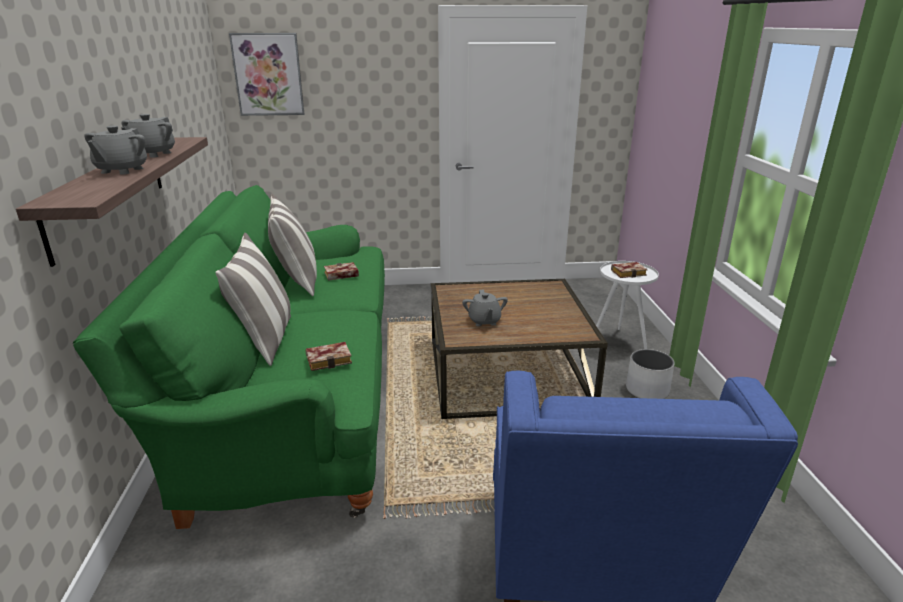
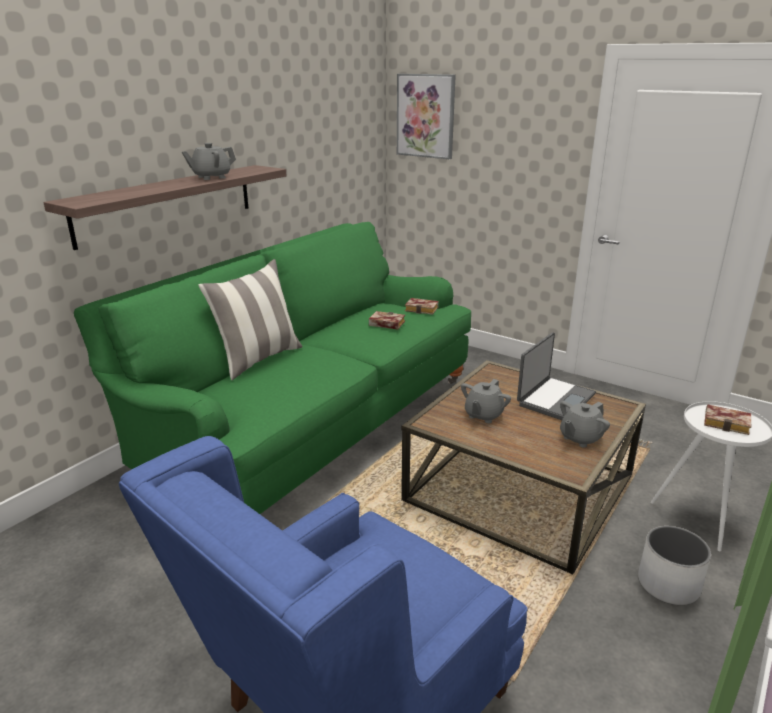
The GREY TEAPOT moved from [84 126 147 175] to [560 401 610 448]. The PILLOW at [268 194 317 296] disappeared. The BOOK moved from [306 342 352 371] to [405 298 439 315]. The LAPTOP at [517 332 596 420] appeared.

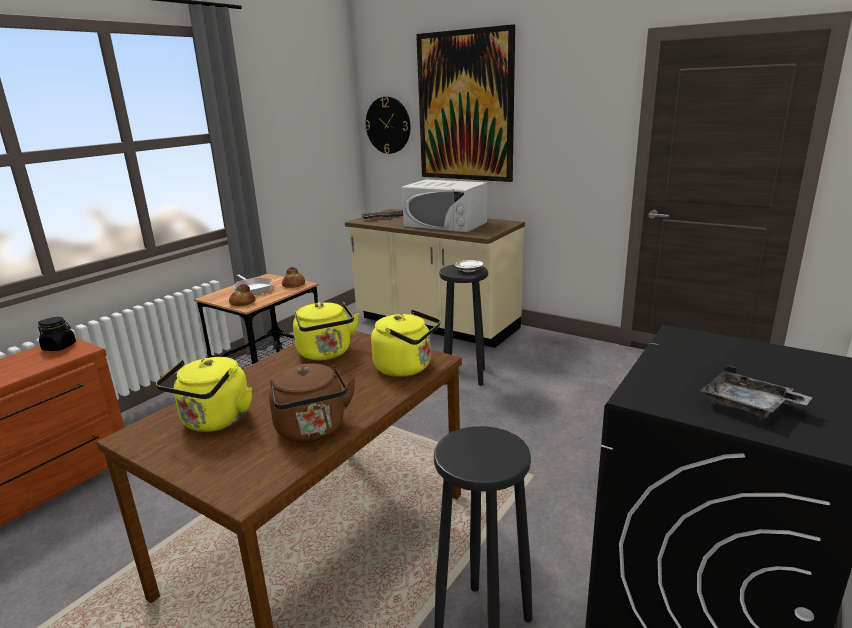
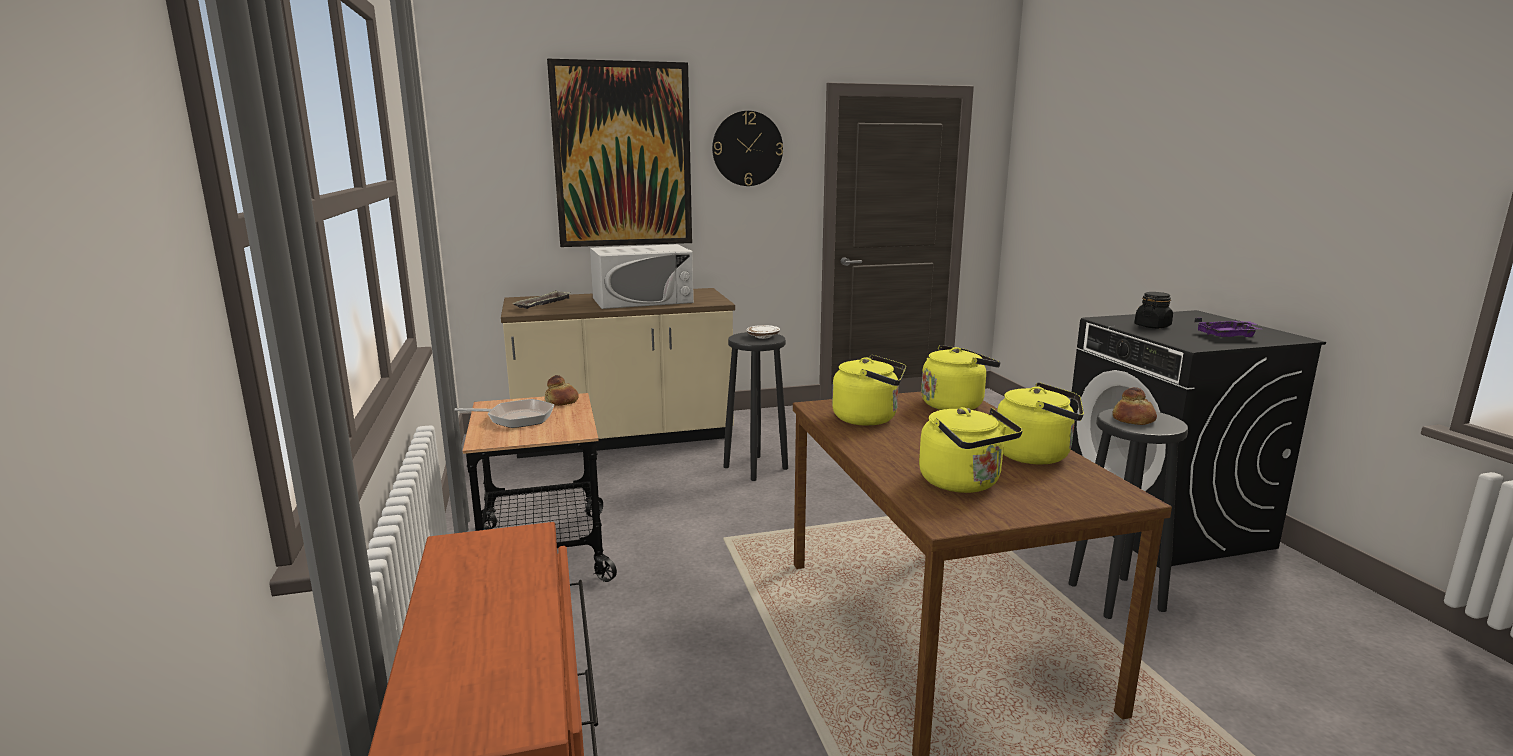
The BLACK JAR moved from [38 317 76 351] to [1134 292 1173 328]. The BREAD moved from [229 284 256 306] to [1113 387 1157 425]. The BROWN KETTLE at [269 364 356 442] became the YELLOW KETTLE at [997 382 1084 465]. The WALL CLOCK moved from [365 97 410 154] to [712 111 783 186]. The GREY TRAY at [700 365 813 418] became the PURPLE TRAY at [1194 318 1261 337].

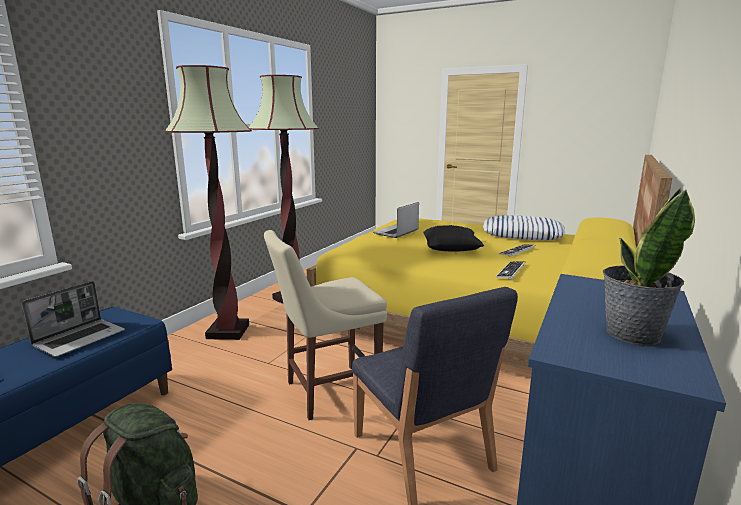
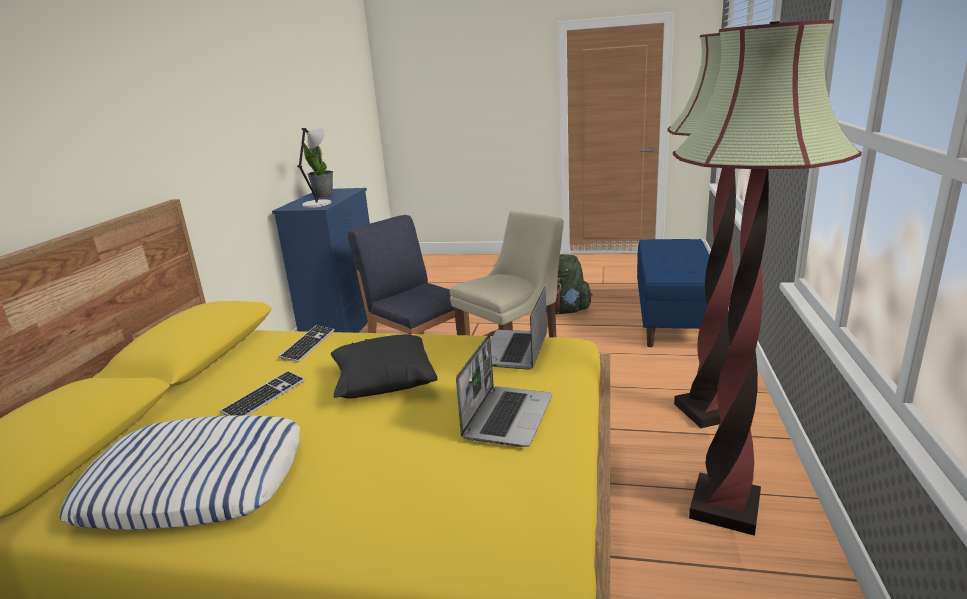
The LAPTOP moved from [22 281 125 357] to [491 287 547 370]. The GREY TABLE LAMP at [297 128 331 208] appeared.

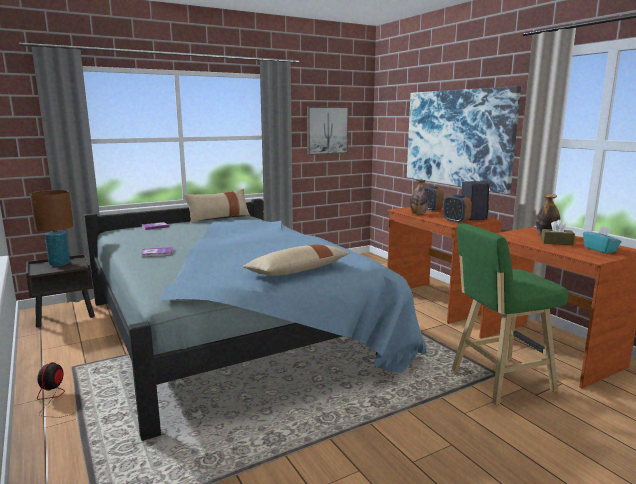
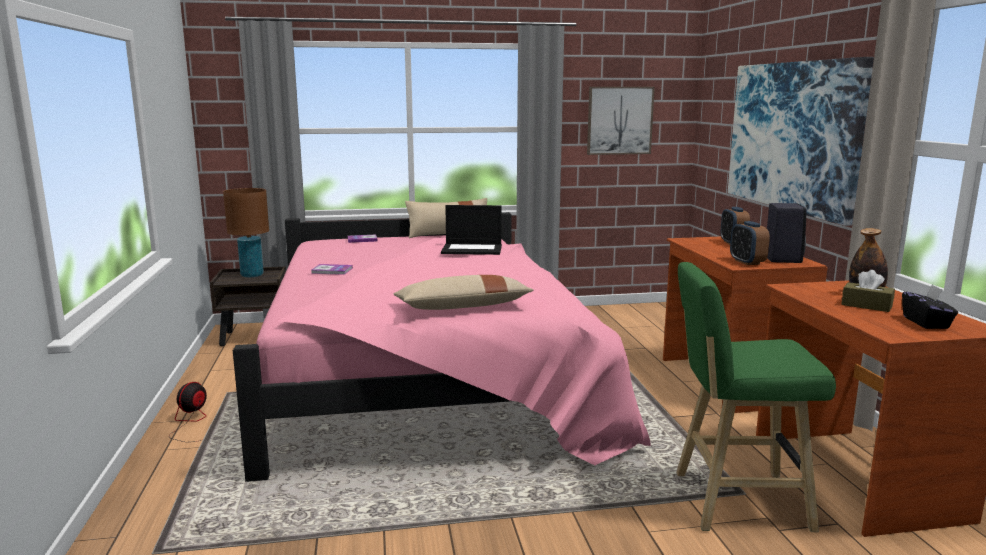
The BLUE BED at [84 199 427 441] became the PINK BED at [233 212 651 482]. The BOTTLE at [410 180 428 214] disappeared. The TURQUOISE TISSUE BOX at [583 226 622 253] became the BLACK TISSUE BOX at [902 284 958 329]. The LAPTOP at [441 205 502 255] appeared.

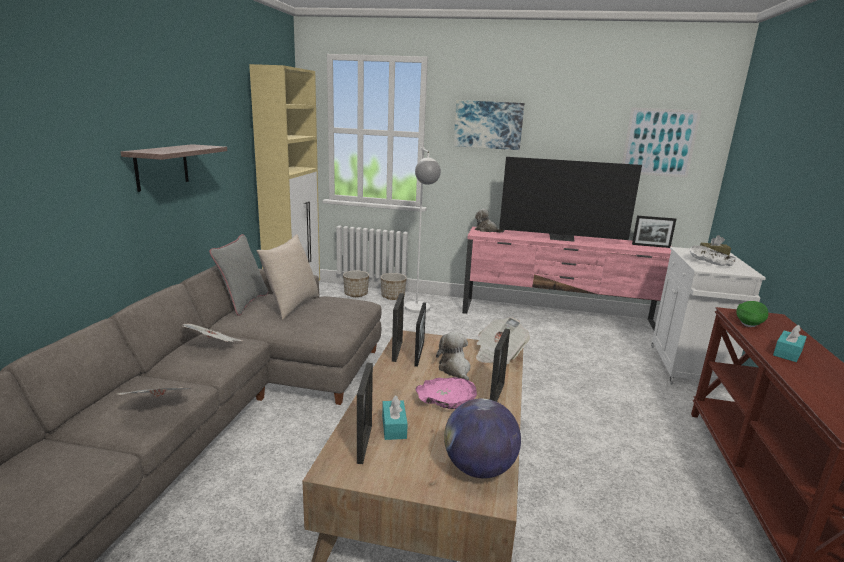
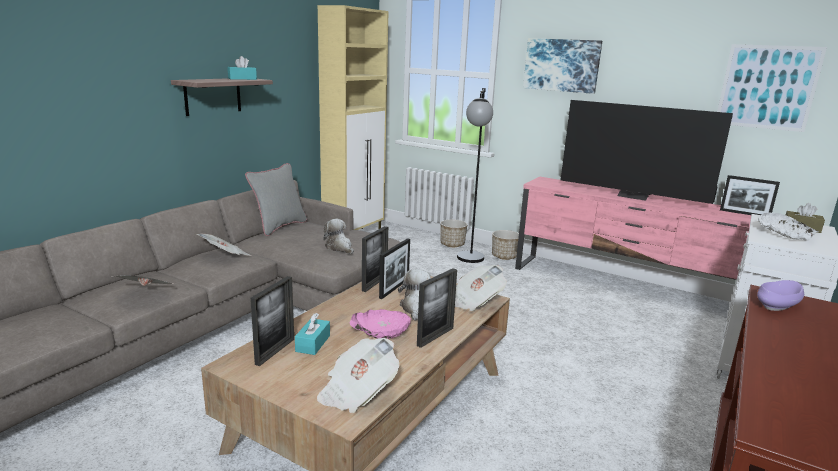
The BEIGE PILLOW at [257 234 319 320] disappeared. The PLANTER moved from [343 271 369 297] to [492 230 519 260]. The WHITE FLOOR LAMP at [405 147 441 313] became the BLACK FLOOR LAMP at [457 88 493 263]. The GLOBE at [444 399 521 478] was replaced by the NEWSPAPER at [317 338 399 413]. The PLUSH TOY moved from [475 209 504 233] to [323 219 354 254]. The GREEN BOWL at [736 301 768 327] became the PURPLE BOWL at [757 280 804 311]. The TURQUOISE TISSUE BOX moved from [773 325 807 362] to [227 56 257 80].

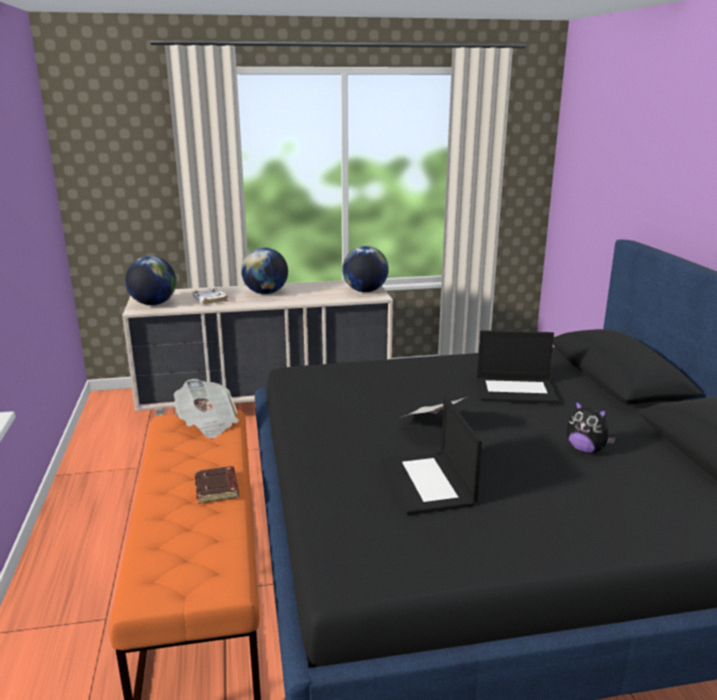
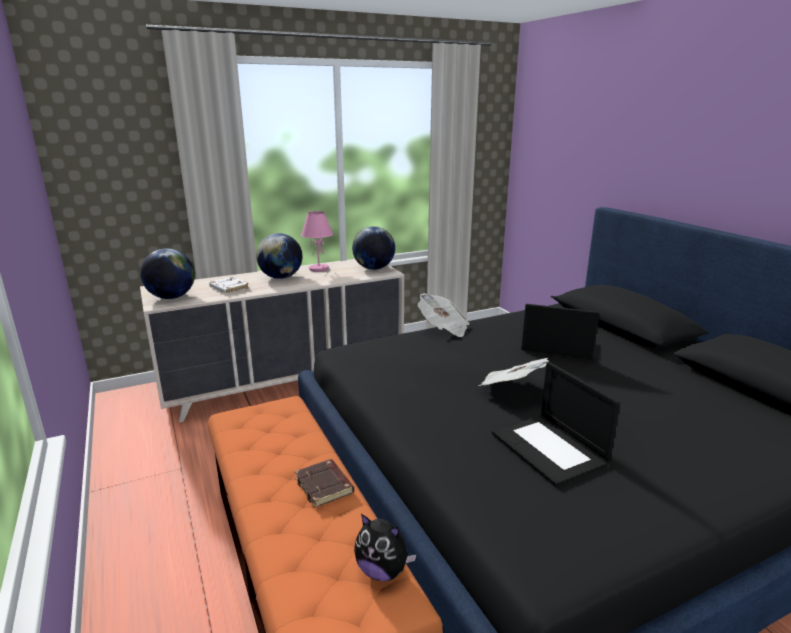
The NEWSPAPER moved from [174 379 239 438] to [418 293 469 337]. The LAPTOP at [476 330 559 404] turned 150 degrees counterclockwise. The PLUSH TOY moved from [566 400 616 453] to [354 514 417 581]. The PINK TABLE LAMP at [301 211 333 272] appeared.

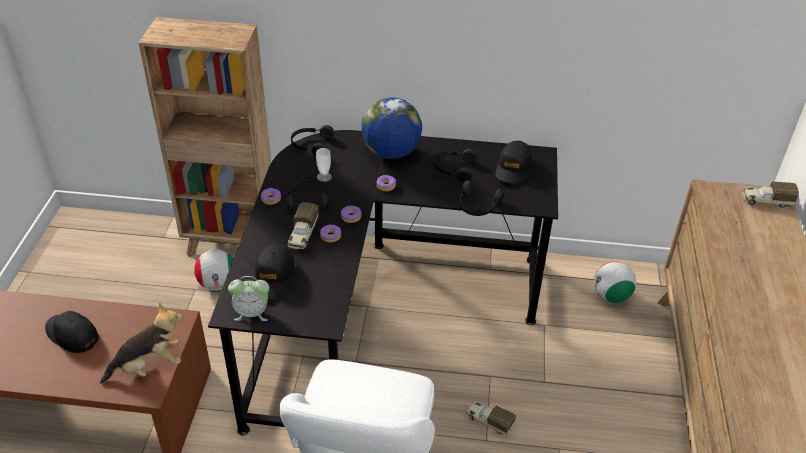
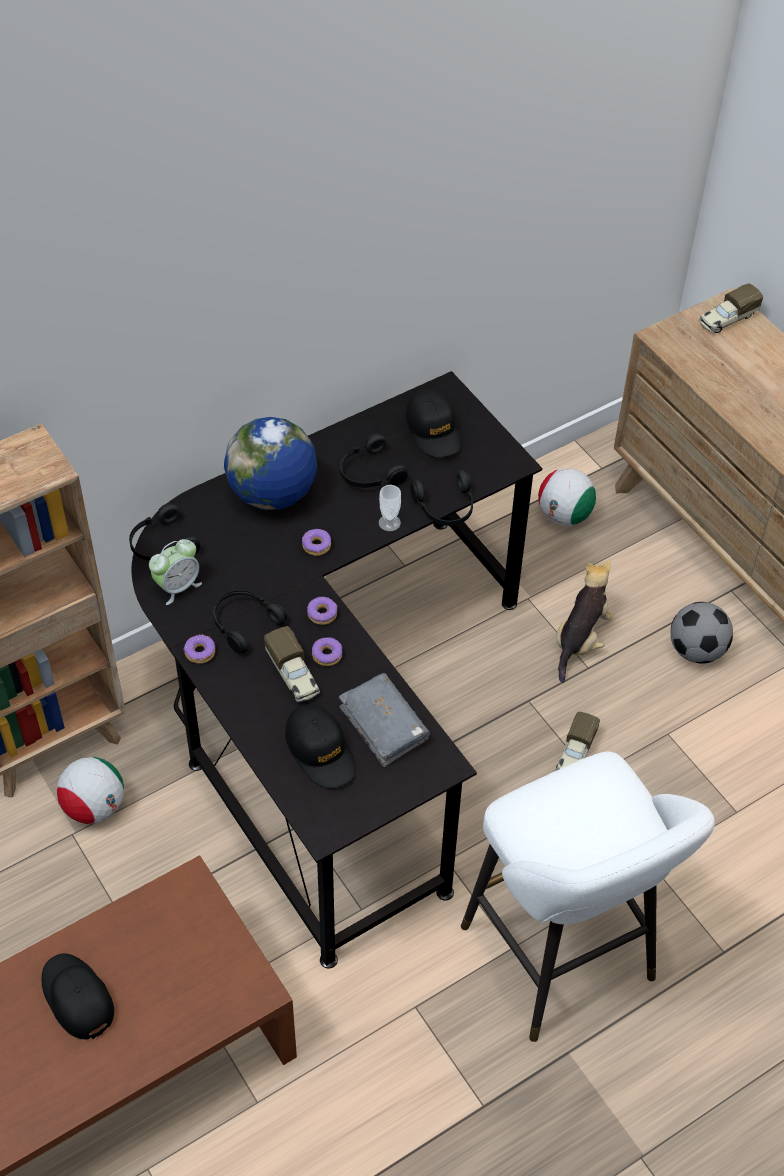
The BLACK CAP at [45 311 99 353] turned 60 degrees clockwise. The PLUSH TOY moved from [100 303 183 384] to [556 560 613 683]. The ALARM CLOCK moved from [228 276 269 321] to [149 539 202 605]. The CUP moved from [316 148 332 182] to [379 485 401 531]. The TOY TRUCK at [466 401 516 436] turned 60 degrees counterclockwise. The GREY BOOK at [339 673 430 767] appeared. The FOOTBALL at [670 602 733 664] appeared.

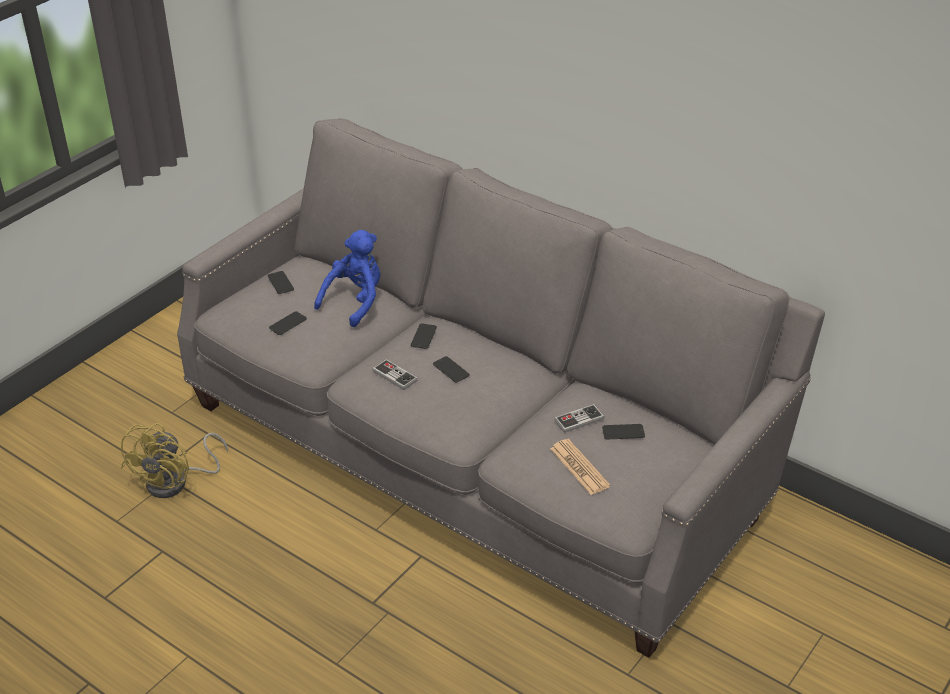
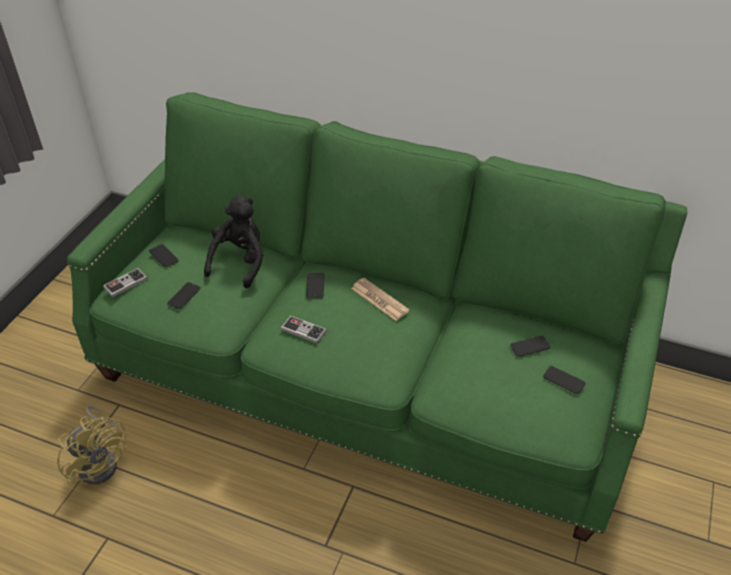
The YELLOW FAN at [121 423 228 498] turned 45 degrees counterclockwise. The GREY SOFA at [177 118 825 658] became the GREEN SOFA at [67 93 688 542]. The BLUE PLUSH TOY at [314 230 381 327] became the BLACK PLUSH TOY at [204 196 263 288]. The PHONE moved from [433 356 470 382] to [543 366 586 395]. The NEWSPAPER moved from [550 439 610 495] to [351 278 410 321]. The GAME CONTROLLER moved from [554 404 604 433] to [103 268 148 297].

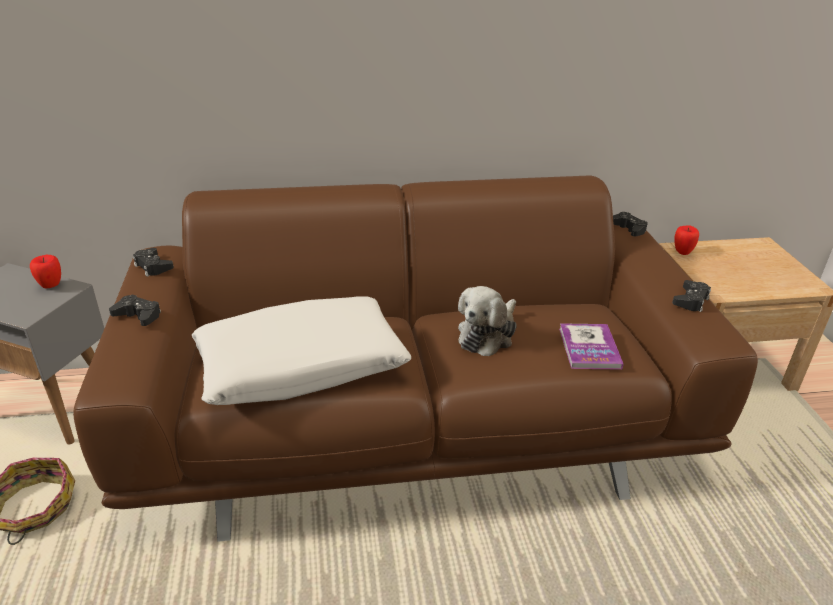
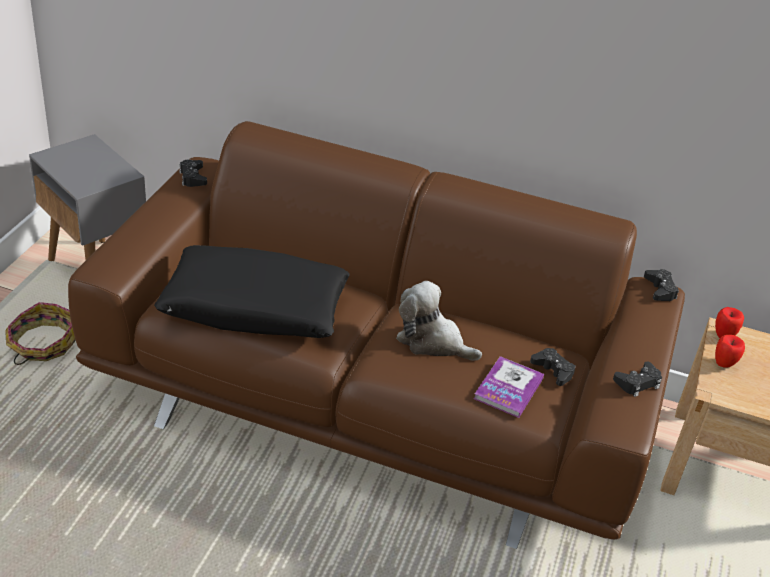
The APPLE moved from [30 255 61 288] to [715 335 745 368]. The BLACK GAME CONTROLLER moved from [109 295 161 326] to [530 348 576 386]. The WHITE PILLOW at [192 296 411 405] became the BLACK PILLOW at [154 245 350 338]. The PLUSH TOY at [458 286 517 356] turned 60 degrees clockwise.

